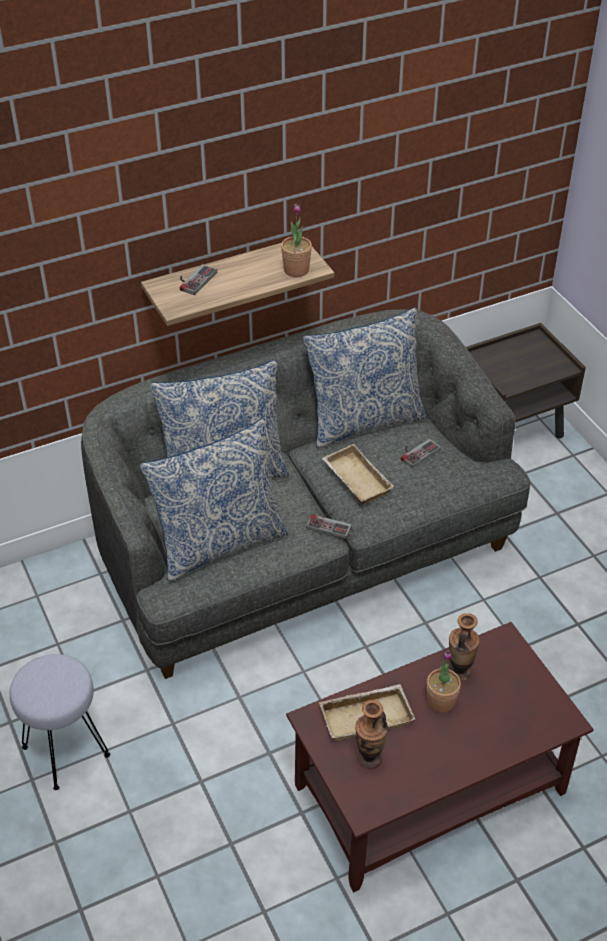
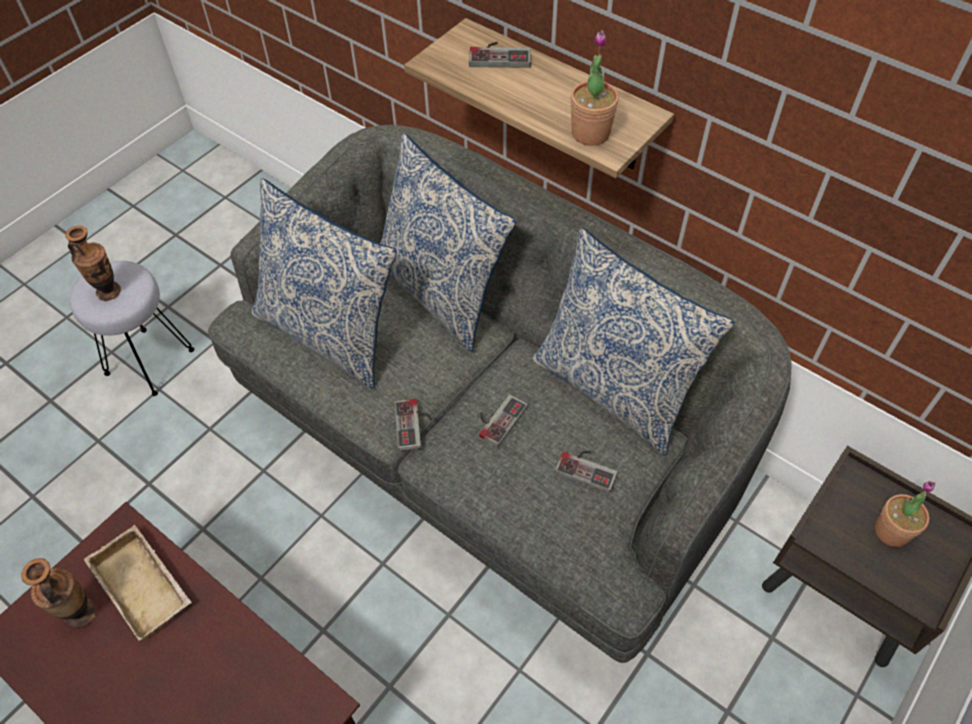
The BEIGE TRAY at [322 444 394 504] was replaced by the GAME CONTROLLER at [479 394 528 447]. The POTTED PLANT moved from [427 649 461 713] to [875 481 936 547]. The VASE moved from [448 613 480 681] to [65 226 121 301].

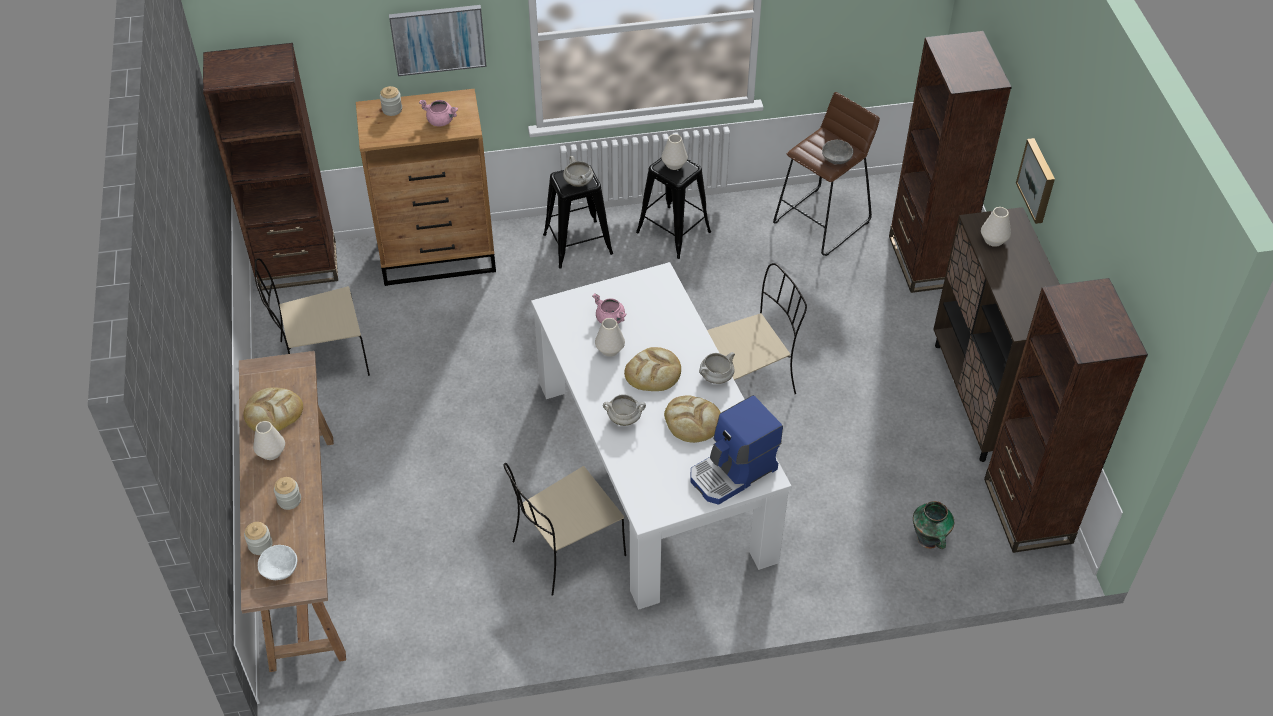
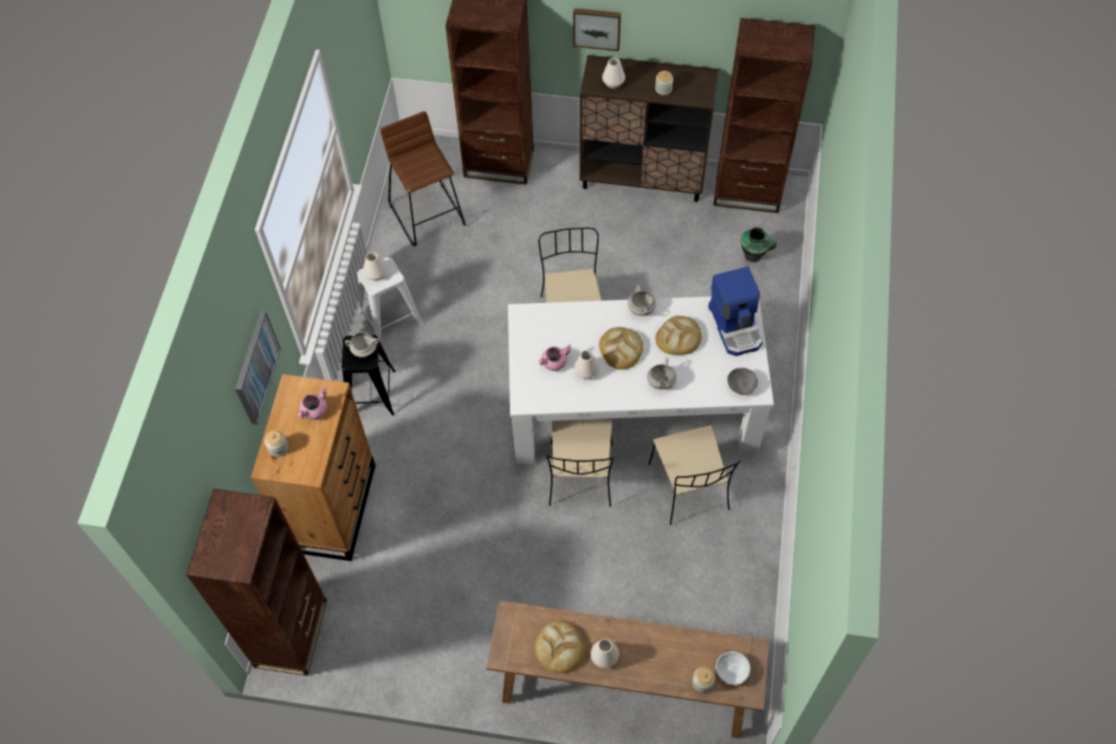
The BEIGE CHAIR moved from [255 258 370 376] to [547 419 613 507]. The JAR moved from [274 477 301 510] to [655 70 673 95]. The BLACK STOOL at [636 157 711 259] became the WHITE STOOL at [357 257 423 341]. The GREY BOWL moved from [822 140 853 164] to [727 368 758 395].

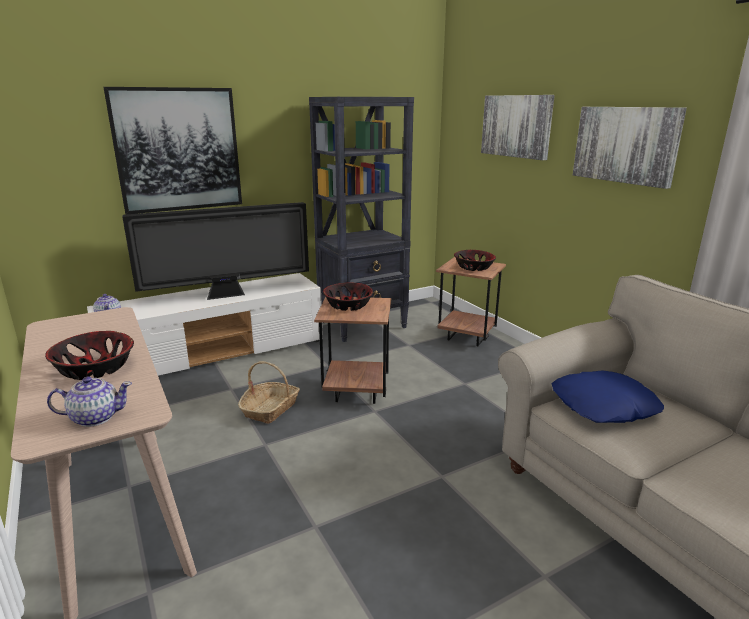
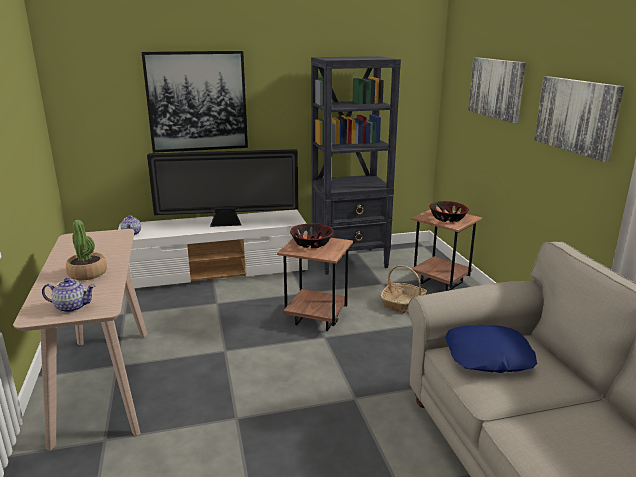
The BOWL at [45 331 134 380] was replaced by the POTTED PLANT at [66 220 107 280]. The BASKET moved from [238 361 300 424] to [381 265 427 313].

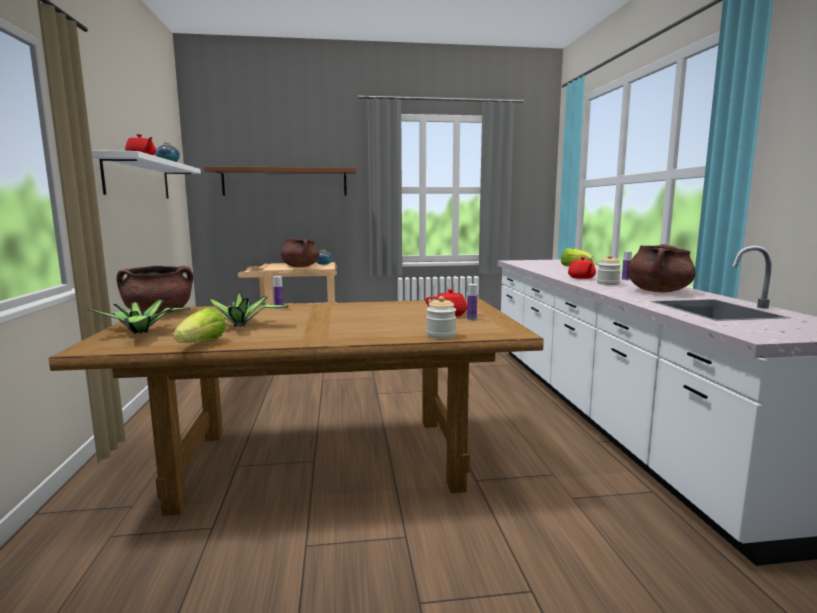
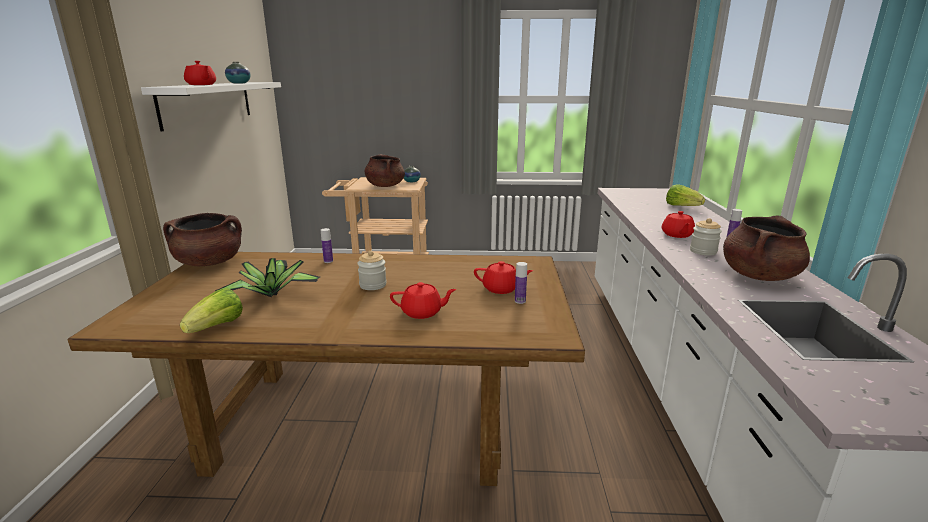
The POTTED PLANT at [87 299 191 334] disappeared. The BROWN SHELF at [204 166 356 196] disappeared. The JAR moved from [426 296 456 339] to [357 251 387 290]. The RED TEAPOT at [390 282 457 319] appeared.

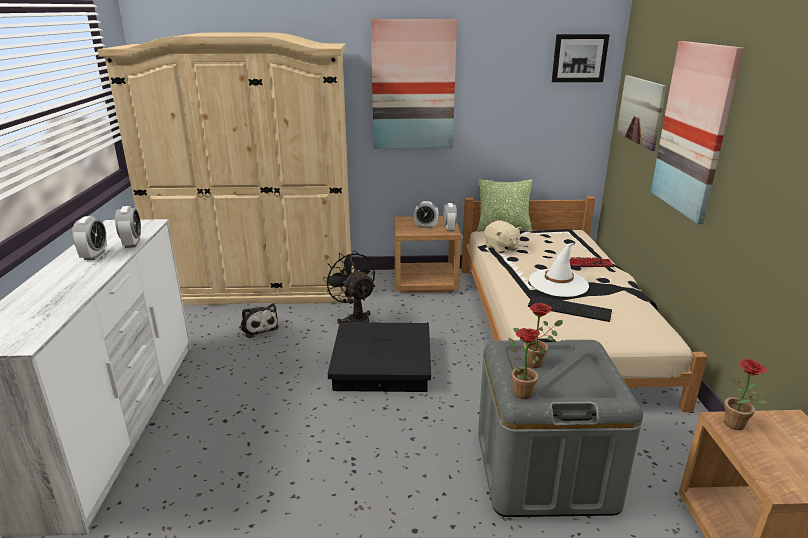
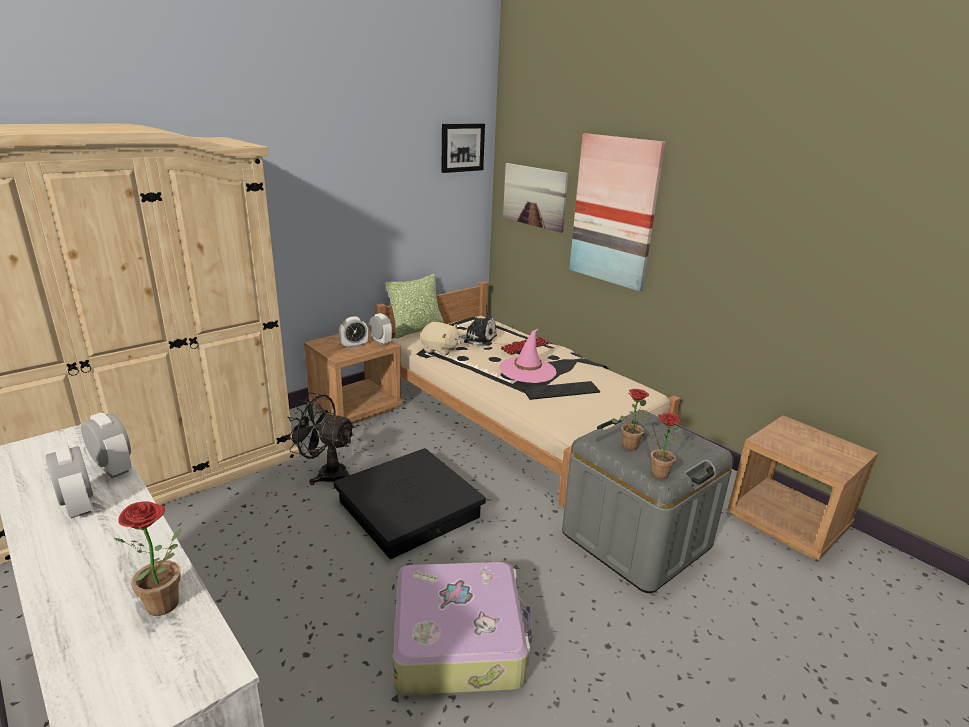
The PLUSH TOY moved from [239 303 279 338] to [460 313 497 346]. The PICTURE at [371 19 457 149] disappeared. The WHITE HAT at [529 243 589 297] became the PINK HAT at [499 328 556 383]. The POTTED PLANT moved from [724 359 767 430] to [114 501 181 616]. The SUITCASE at [393 562 532 695] appeared.

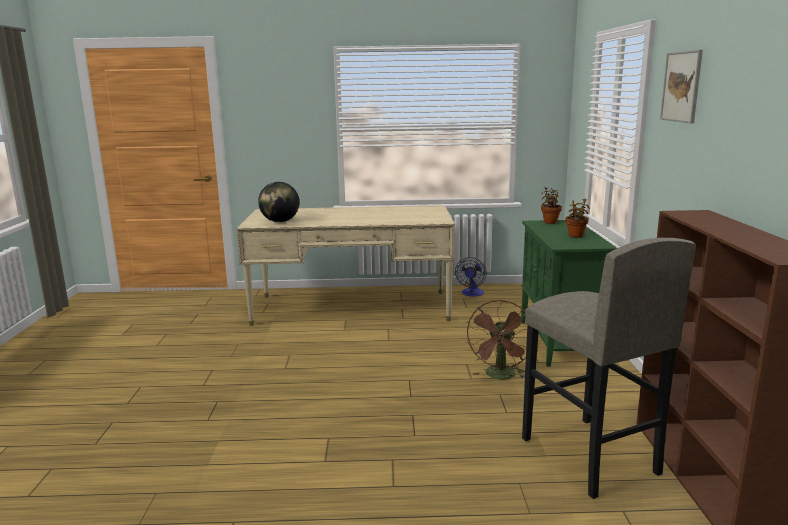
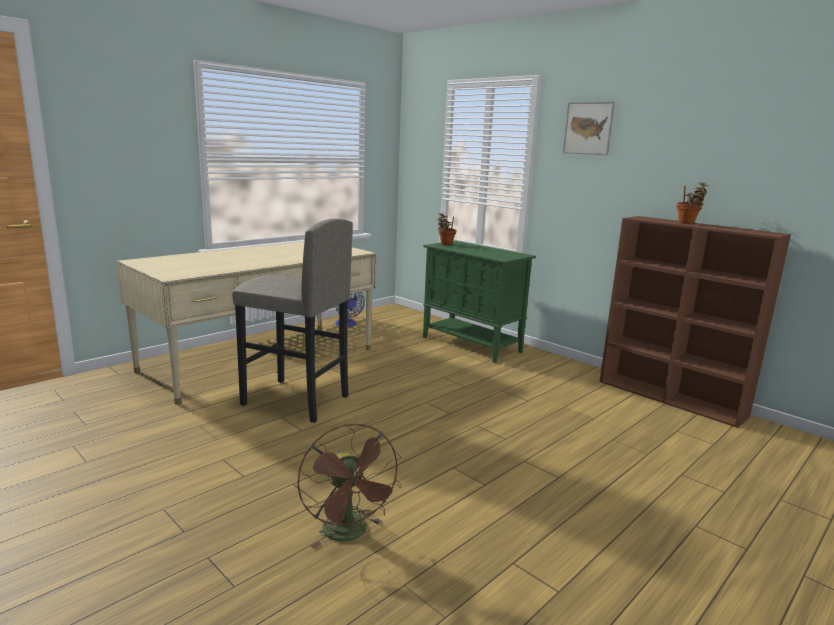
The GLOBE at [258 182 300 222] disappeared. The BROWN FAN moved from [467 300 526 379] to [297 424 402 549]. The GREY STOOL moved from [522 238 696 499] to [232 219 353 423]. The POTTED PLANT moved from [565 199 589 237] to [677 183 708 224].

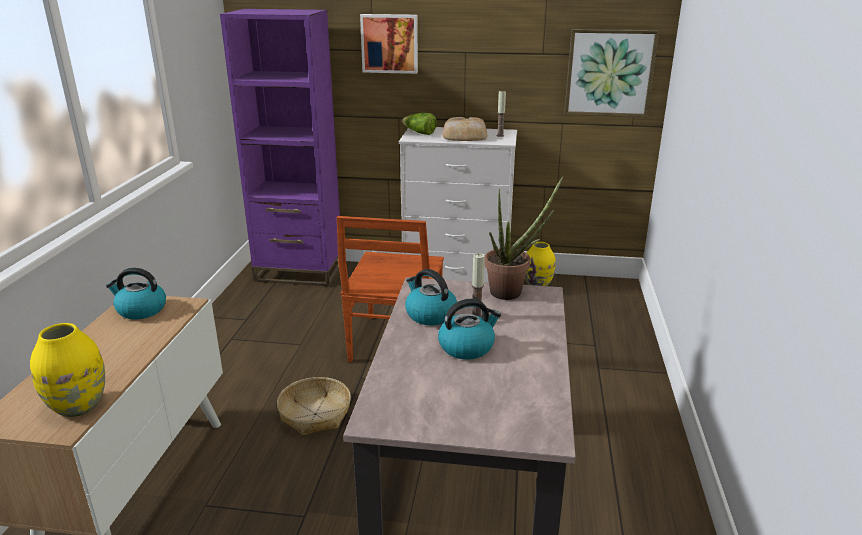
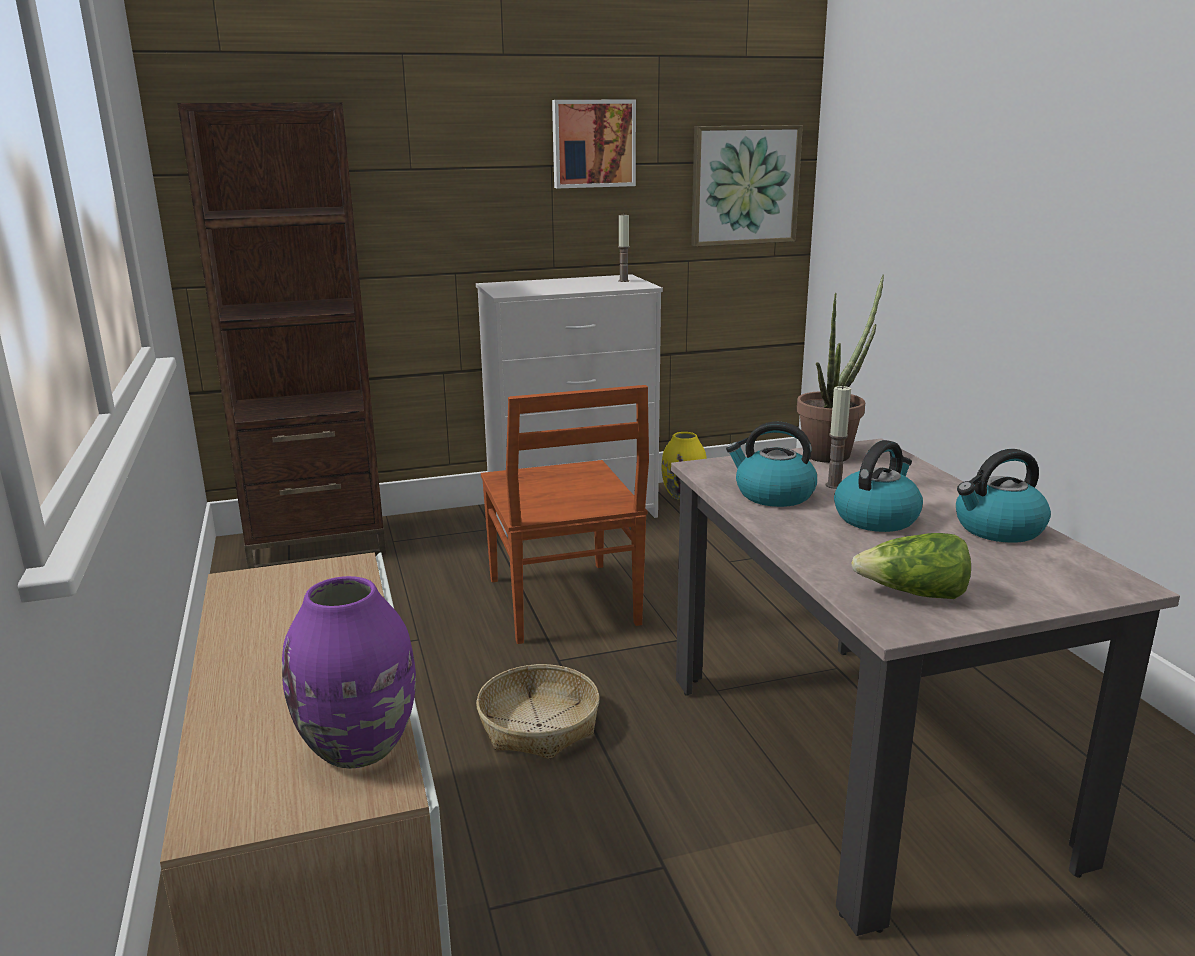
The YELLOW VASE at [30 323 105 417] became the PURPLE VASE at [282 576 416 769]. The KETTLE moved from [106 268 166 320] to [956 449 1051 543]. The PURPLE BOOKCASE at [220 9 340 286] became the BROWN BOOKCASE at [177 103 386 569]. The PICTURE moved from [360 14 418 74] to [552 99 636 188]. The LETTUCE moved from [402 113 436 135] to [851 533 971 599]. The BREAD at [442 117 487 141] disappeared.

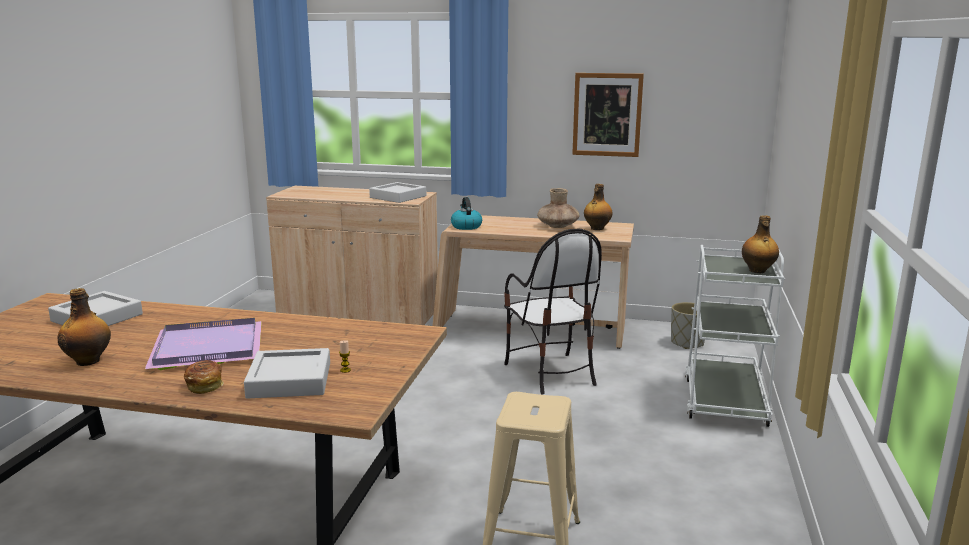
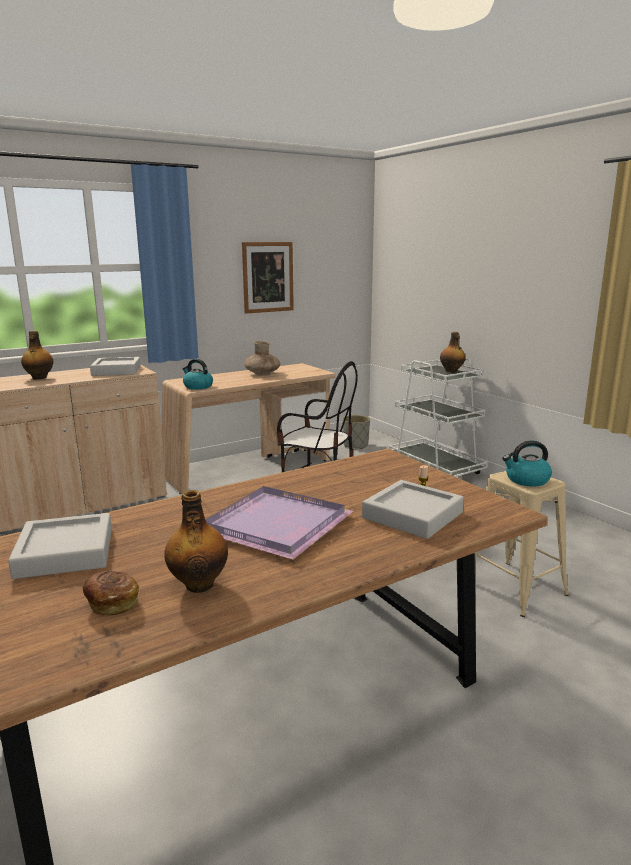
The BREAD moved from [184 360 224 394] to [83 571 139 615]. The BOTTLE moved from [584 184 612 230] to [21 331 53 379]. The KETTLE at [503 441 552 487] appeared.

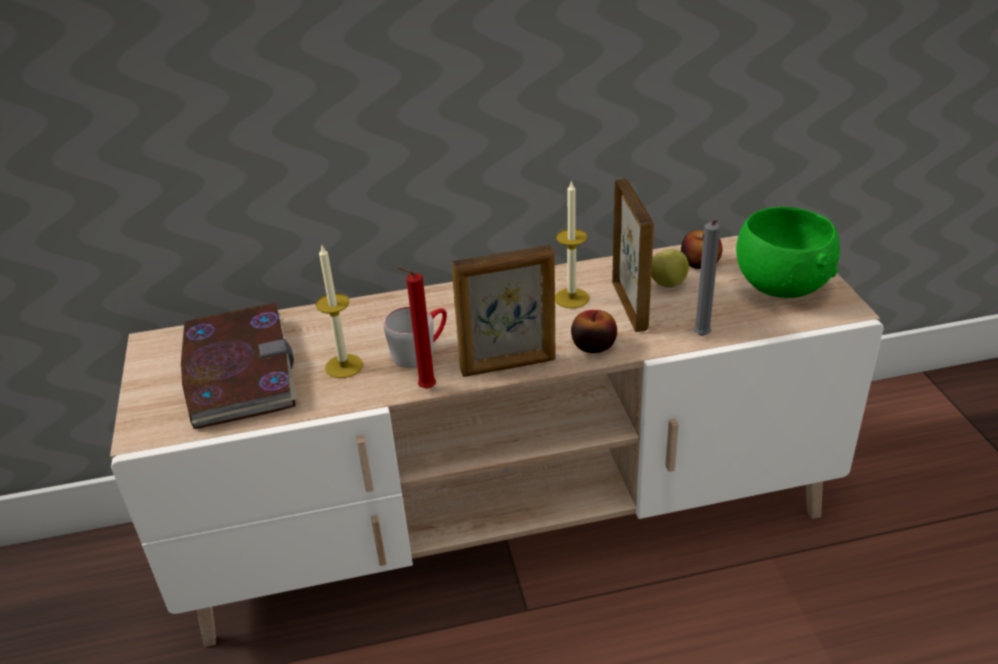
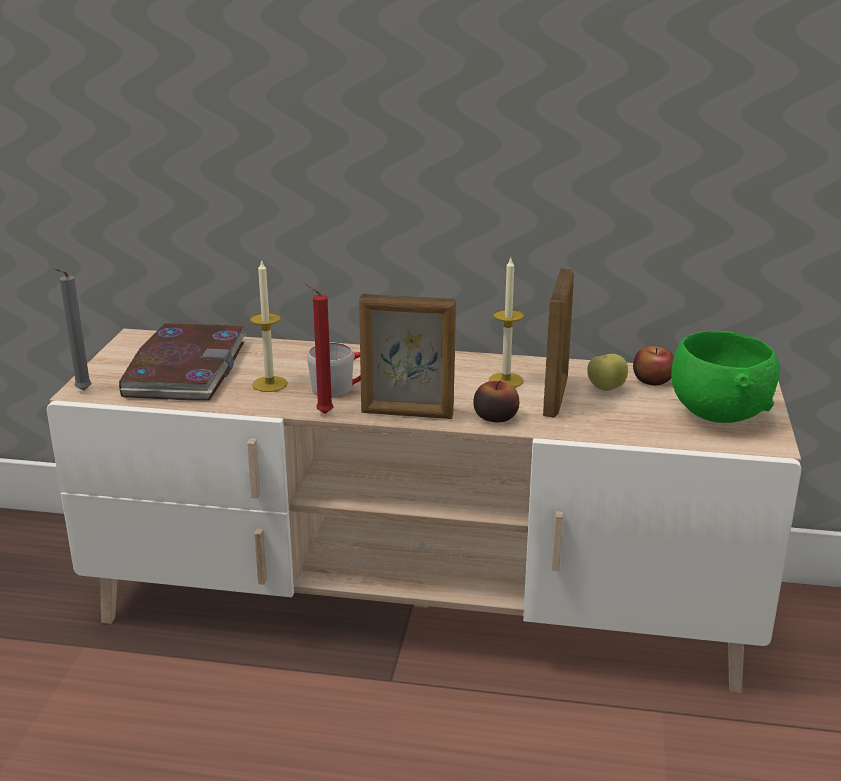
The GREY CANDLE moved from [693 219 720 336] to [54 269 92 391].

